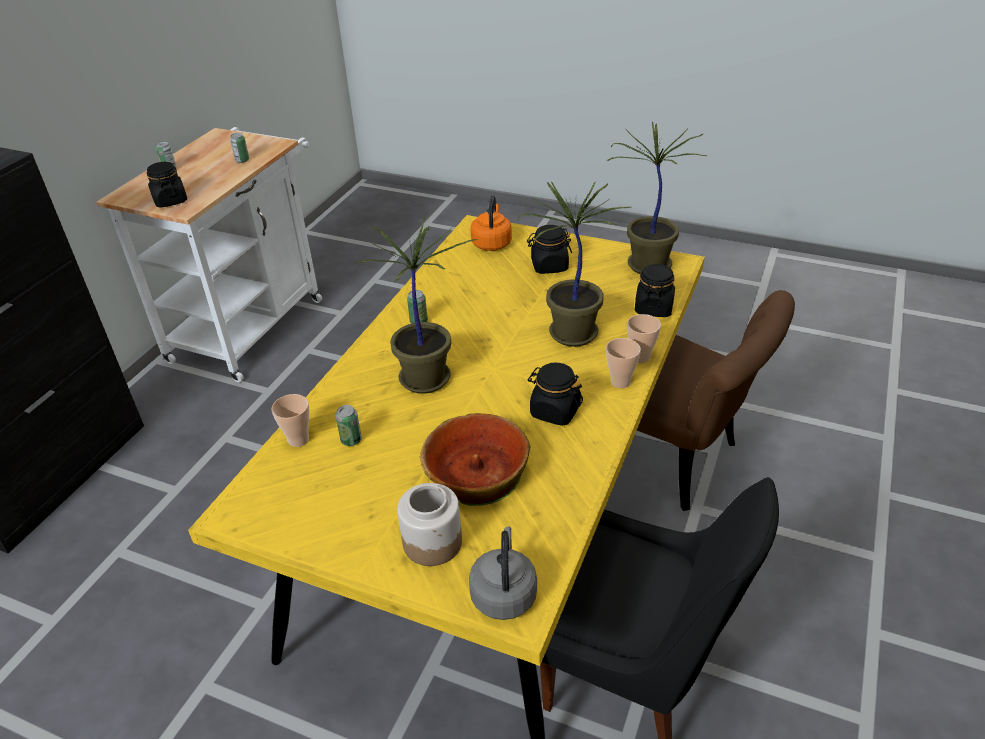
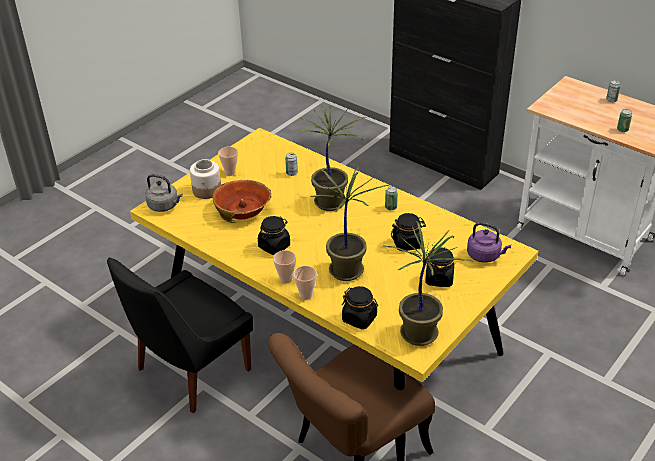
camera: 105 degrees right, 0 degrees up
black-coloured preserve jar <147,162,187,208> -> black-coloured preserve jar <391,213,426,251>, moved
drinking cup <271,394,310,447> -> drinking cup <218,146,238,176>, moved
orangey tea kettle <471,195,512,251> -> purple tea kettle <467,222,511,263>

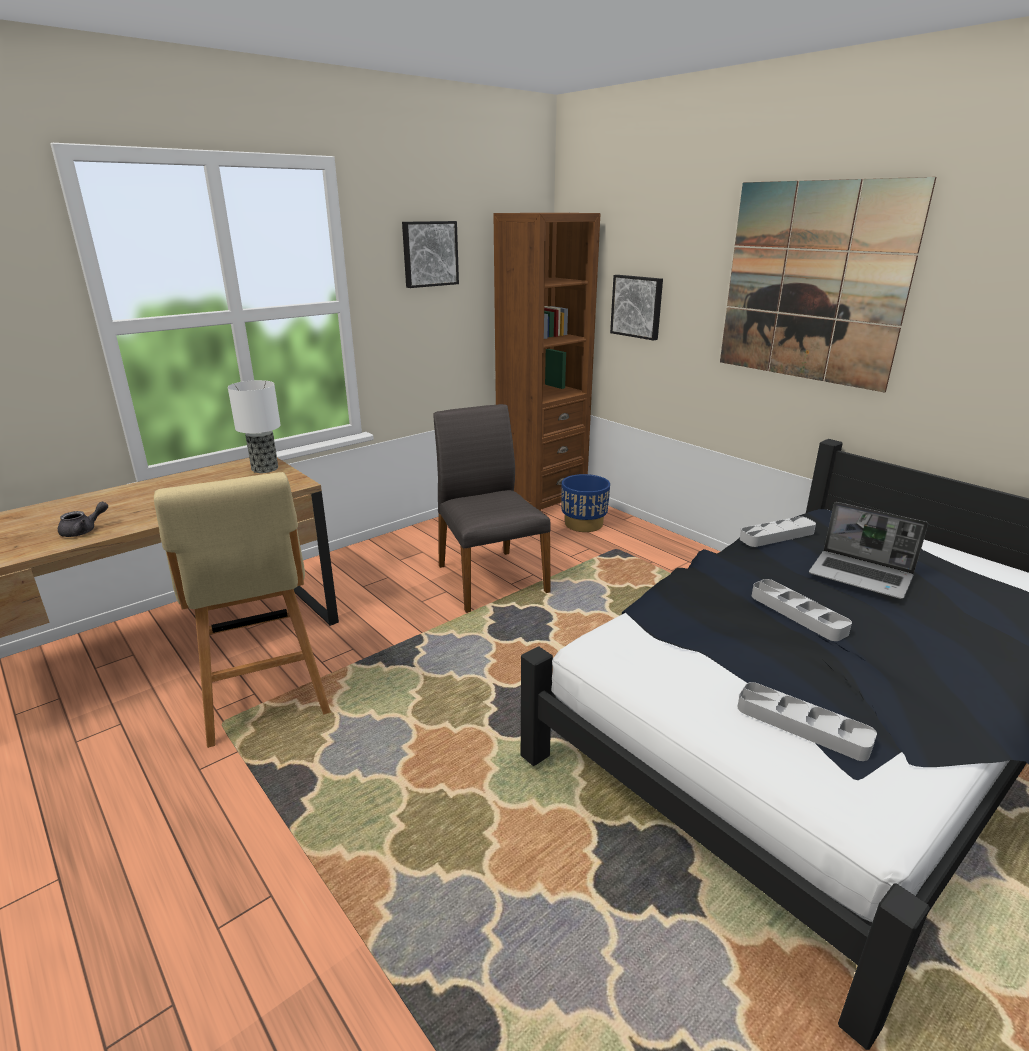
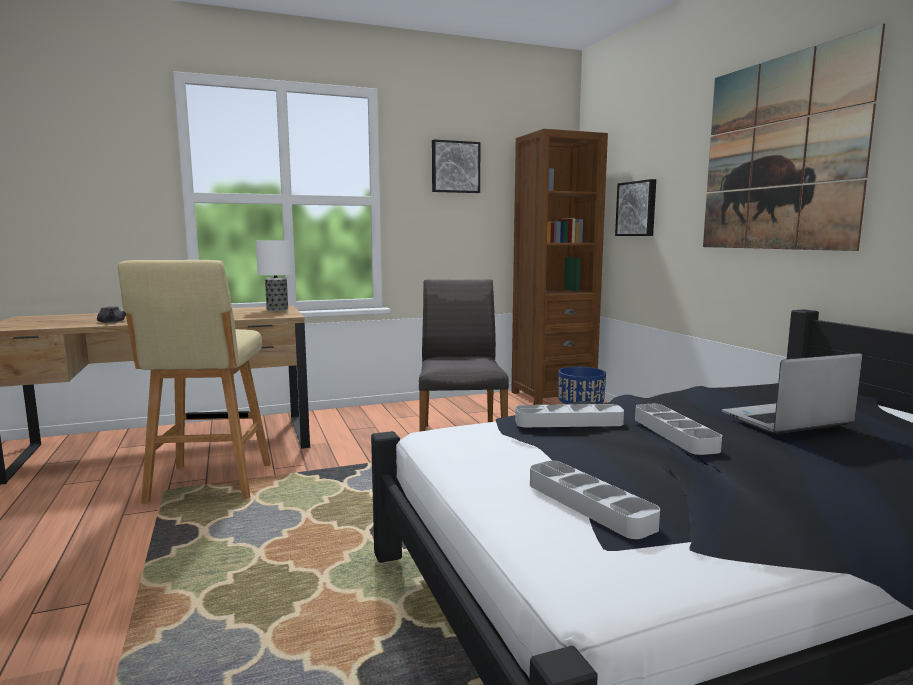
camera: 20 degrees right, 15 degrees down
greyish tray <740,516,816,547> -> greyish tray <515,404,624,427>, moved
laptop <809,502,928,599> -> laptop <722,353,862,434>, 105 degrees clockwise

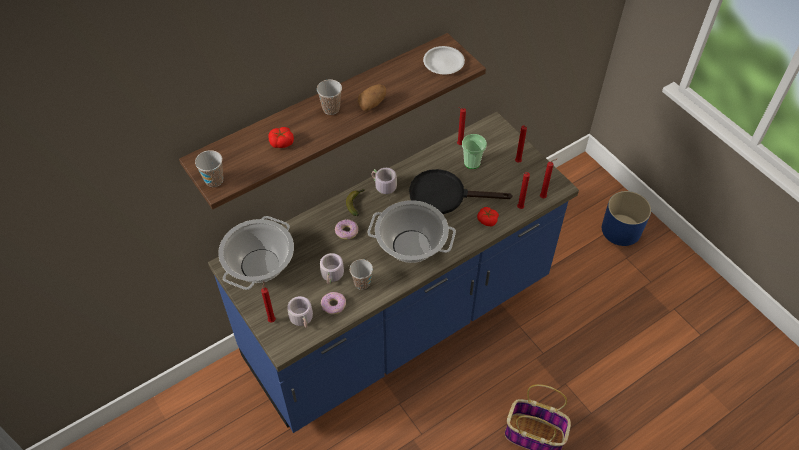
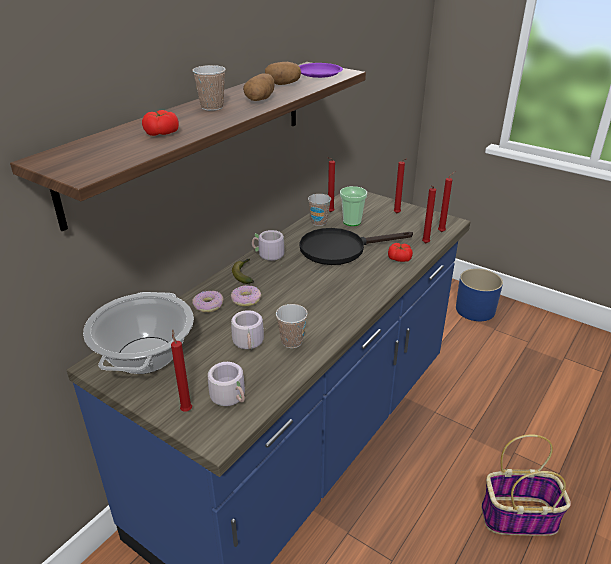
camera: 20 degrees left, 20 degrees down
drinking cup <195,150,223,187> -> drinking cup <308,194,331,226>, moved
ring doughnut <321,292,346,314> -> ring doughnut <192,291,224,312>, moved
stockpot <368,200,456,263> -> none
whitish dinner plate <423,46,465,74> -> purple dinner plate <299,63,343,78>
none -> whole potato <265,62,301,85>

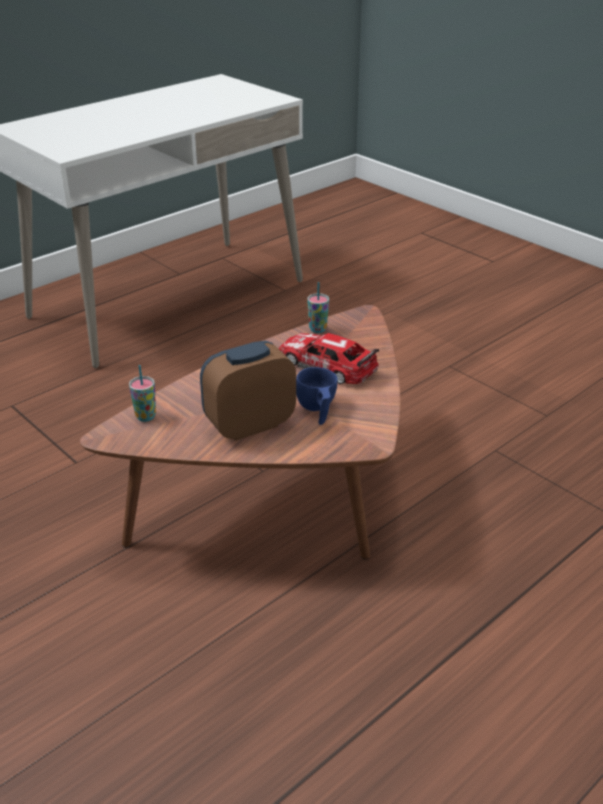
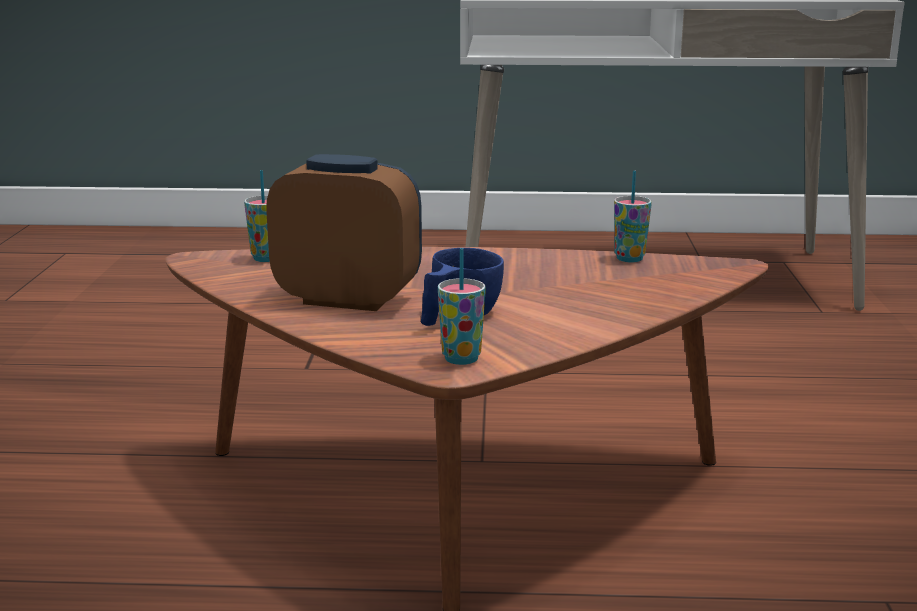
camera: 45 degrees right, 15 degrees down
model car <279,333,379,384> -> none
none -> drinking cup <438,248,486,365>

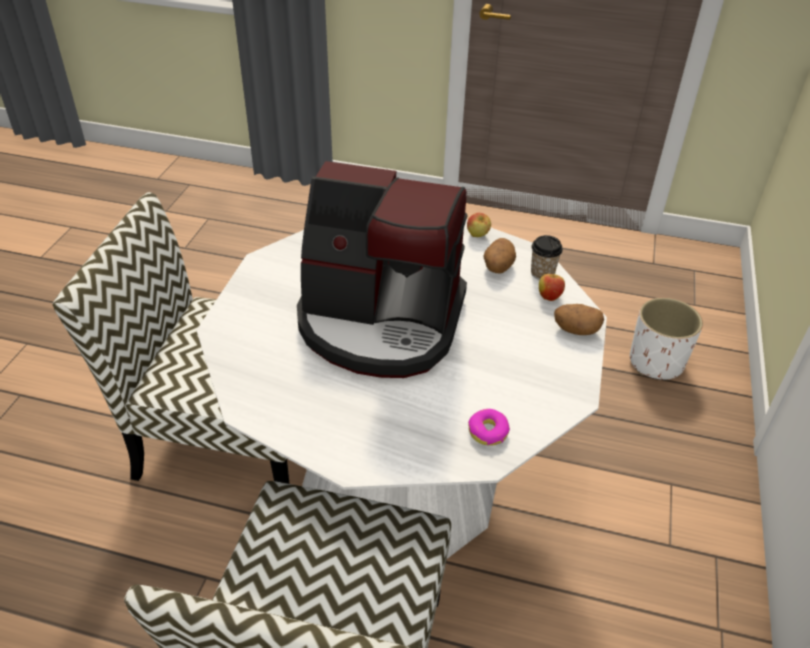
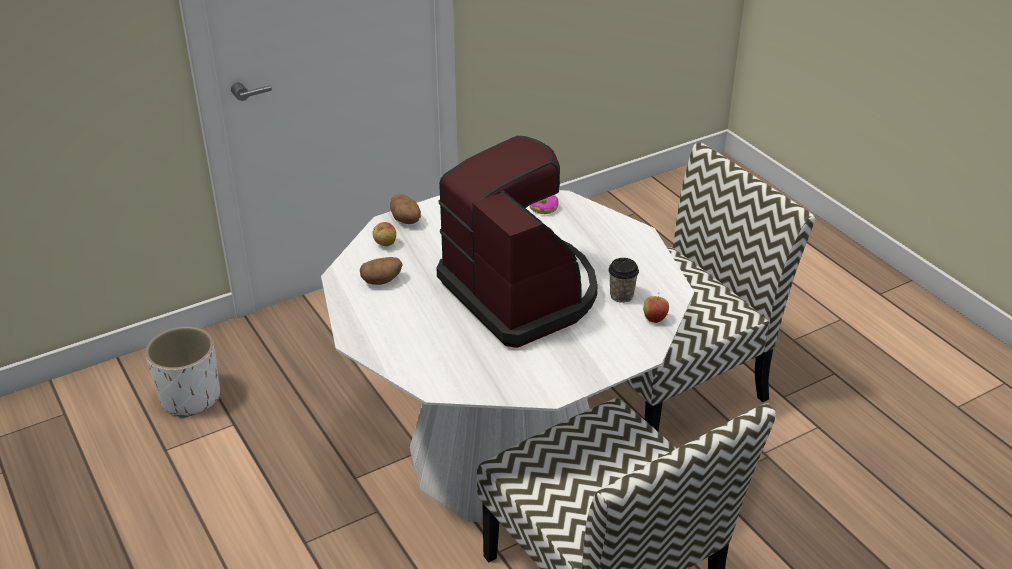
camera: 135 degrees left, 5 degrees down
apple fruit <467,213,491,237> -> apple fruit <643,293,669,323>, moved
drinking cup <531,235,563,280> -> drinking cup <608,258,639,303>, moved

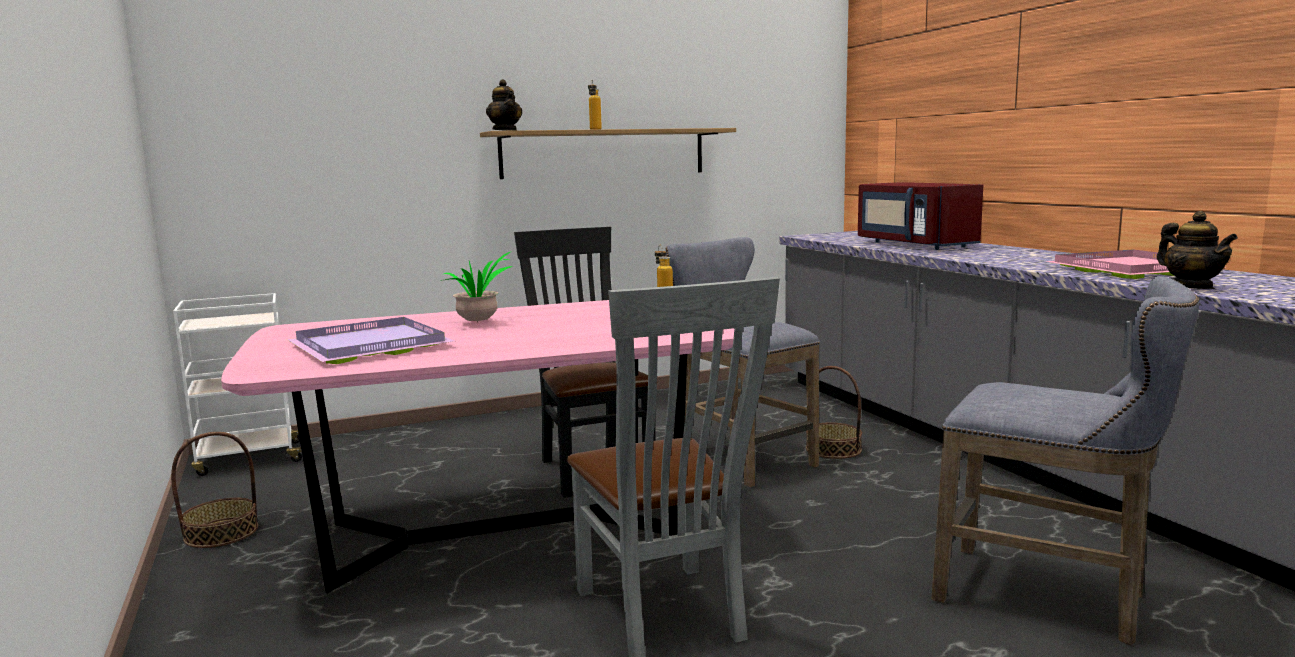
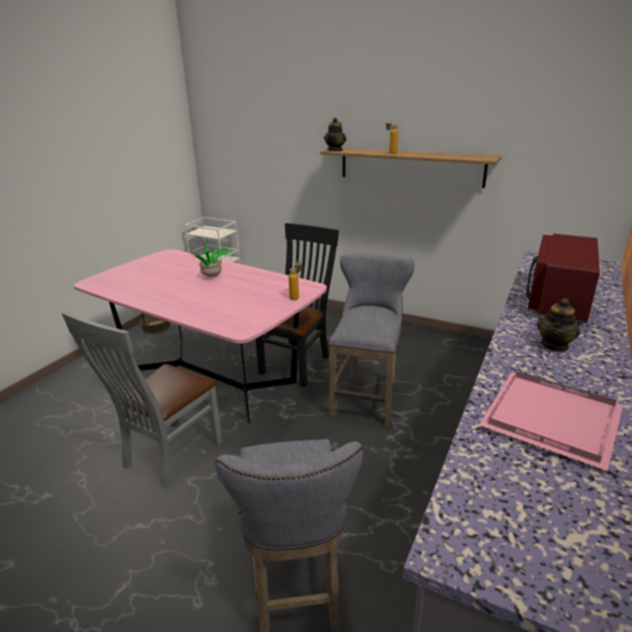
camera: 50 degrees right, 15 degrees up
purple tray <287,317,454,364> -> none
basket <806,366,862,459> -> none
pot for tea <1157,211,1238,289> -> pot for tea <537,298,580,352>, moved

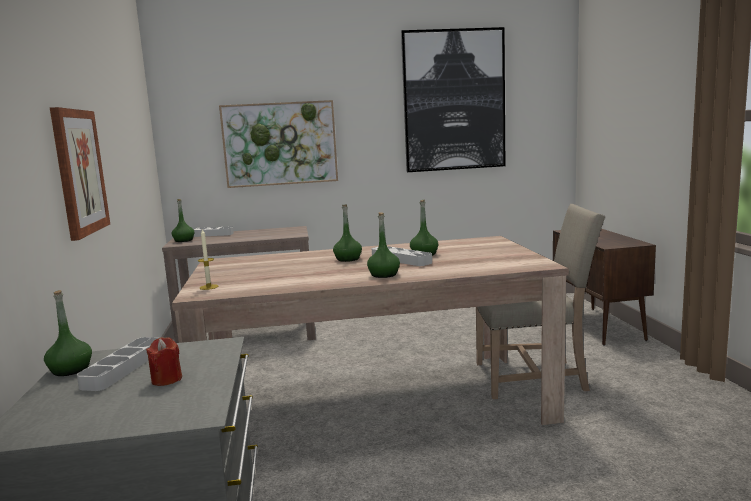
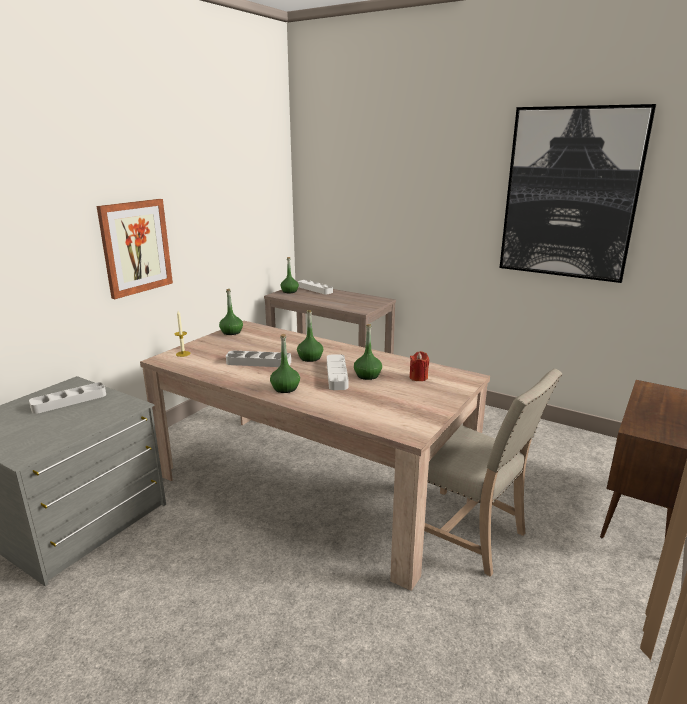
camera: 40 degrees right, 10 degrees up
green-coloured drink bottle <44,290,92,376> -> green-coloured drink bottle <219,289,243,335>, moved
red candle <146,337,182,386> -> red candle <410,351,429,381>, moved
wall picture <219,100,338,188> -> none
none -> greyish tray <226,351,291,367>

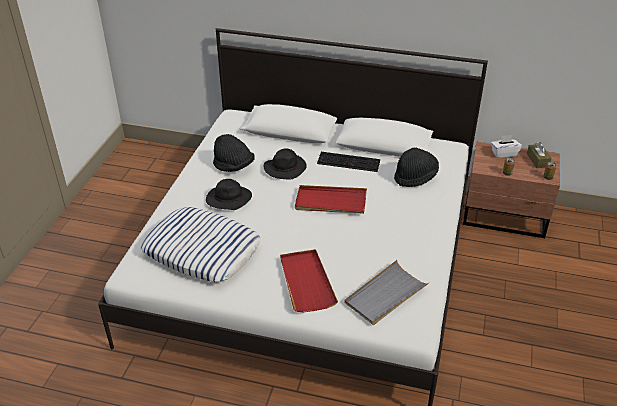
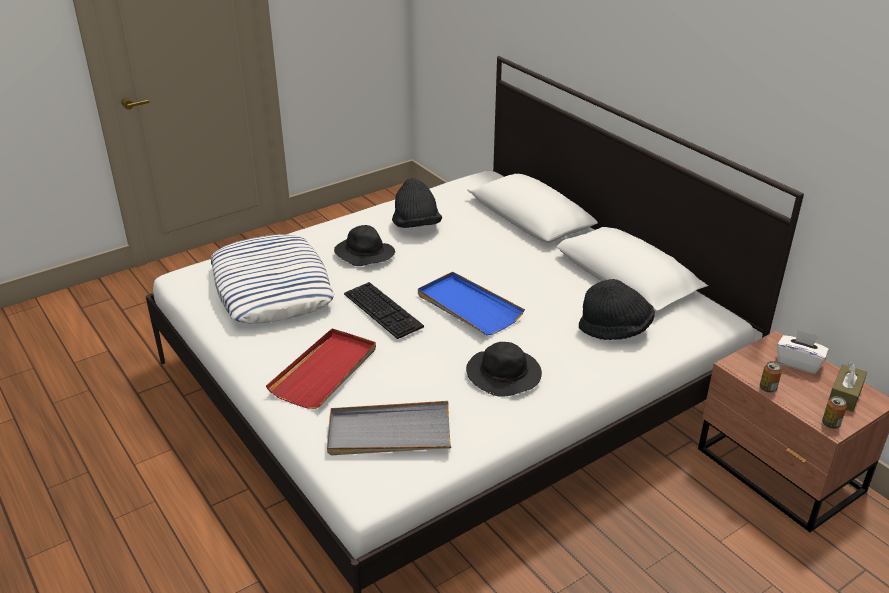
camera: 40 degrees right, 5 degrees down
black-coloured hat <264,149,307,180> -> black-coloured hat <466,342,542,397>, moved
red tray <295,185,367,214> -> blue-coloured tray <418,272,525,335>
PC keyboard <317,152,380,172> -> PC keyboard <344,282,424,339>, moved

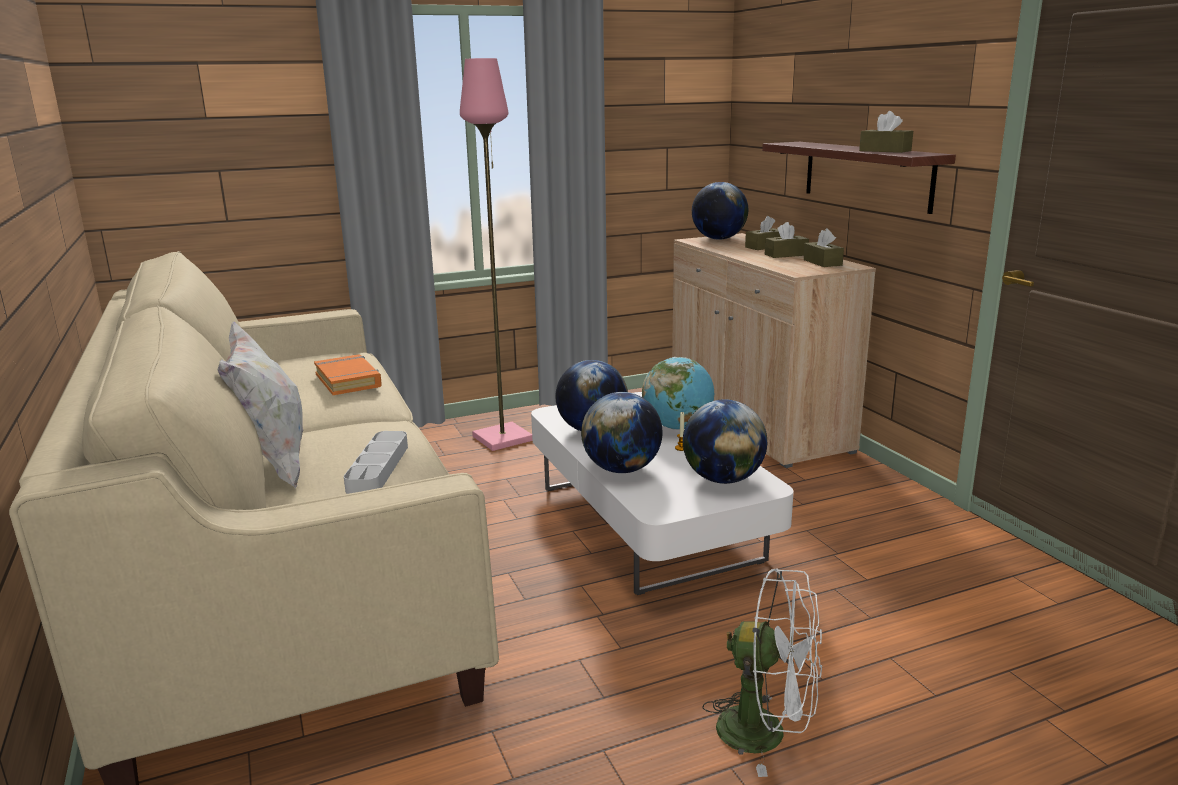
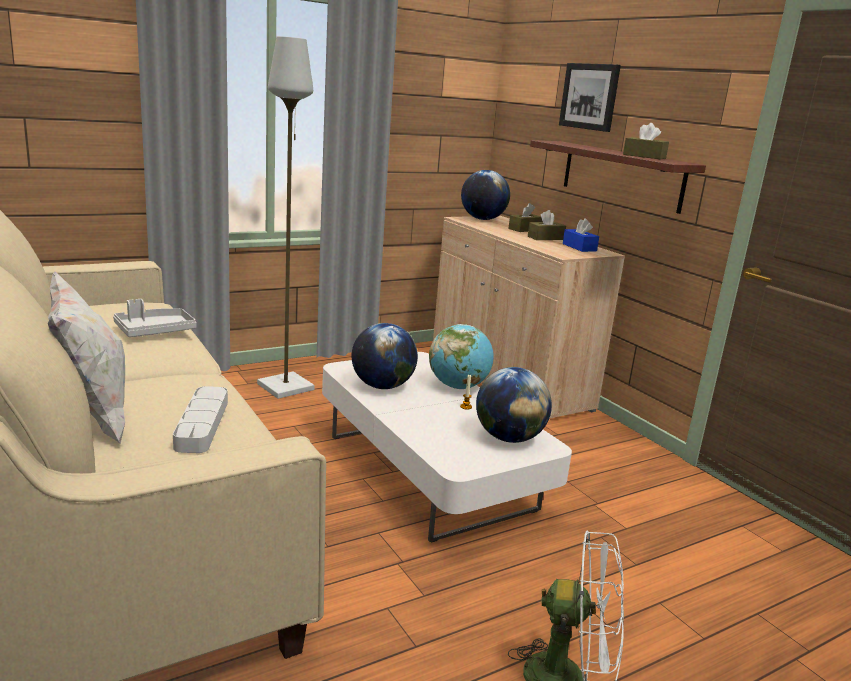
camera: 10 degrees left, 0 degrees up
orangey book <314,354,382,395> -> greyish tray <113,299,197,337>
pinkish standard lamp <460,58,532,451> -> greyish standard lamp <257,36,314,399>
desk globe <581,392,663,473> -> none
brown-coloured tissue box <804,228,844,267> -> blue-coloured tissue box <563,218,599,252>
none -> wall picture <559,63,621,132>

